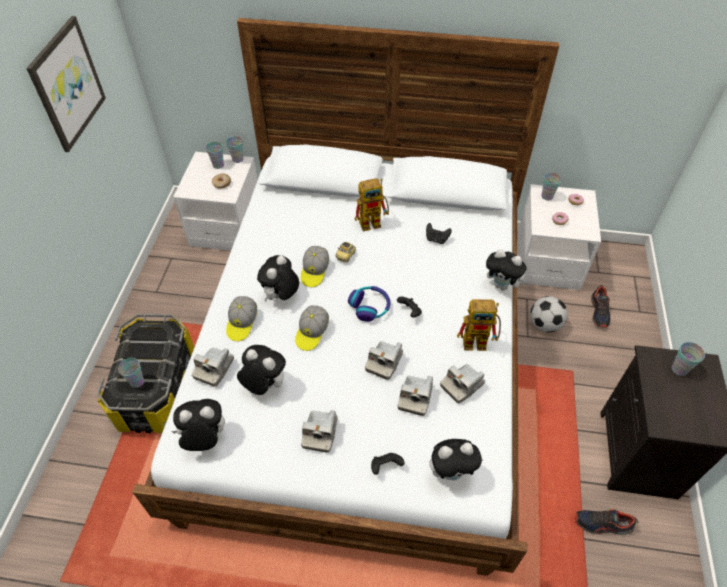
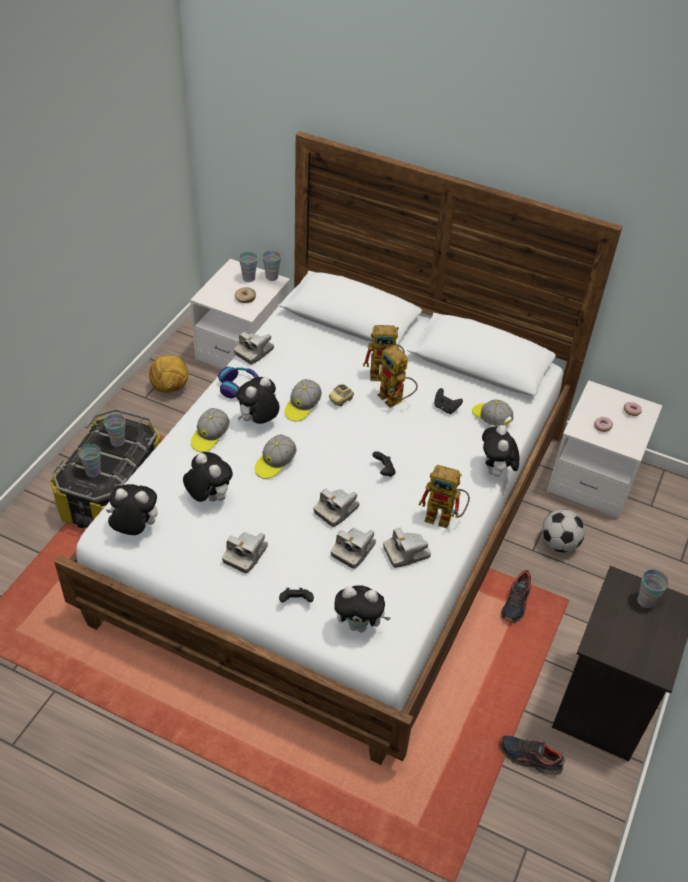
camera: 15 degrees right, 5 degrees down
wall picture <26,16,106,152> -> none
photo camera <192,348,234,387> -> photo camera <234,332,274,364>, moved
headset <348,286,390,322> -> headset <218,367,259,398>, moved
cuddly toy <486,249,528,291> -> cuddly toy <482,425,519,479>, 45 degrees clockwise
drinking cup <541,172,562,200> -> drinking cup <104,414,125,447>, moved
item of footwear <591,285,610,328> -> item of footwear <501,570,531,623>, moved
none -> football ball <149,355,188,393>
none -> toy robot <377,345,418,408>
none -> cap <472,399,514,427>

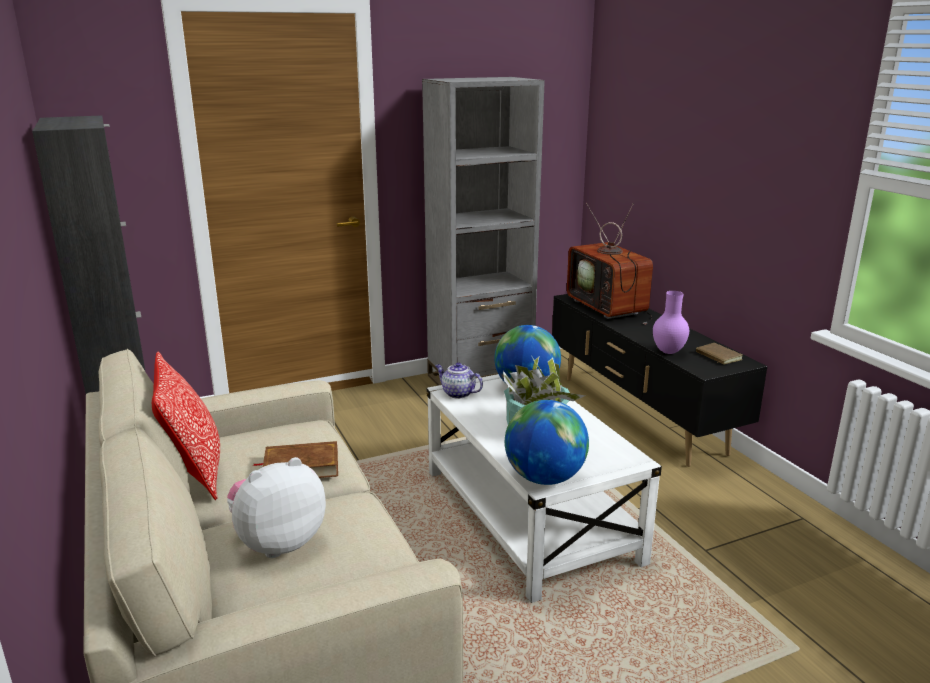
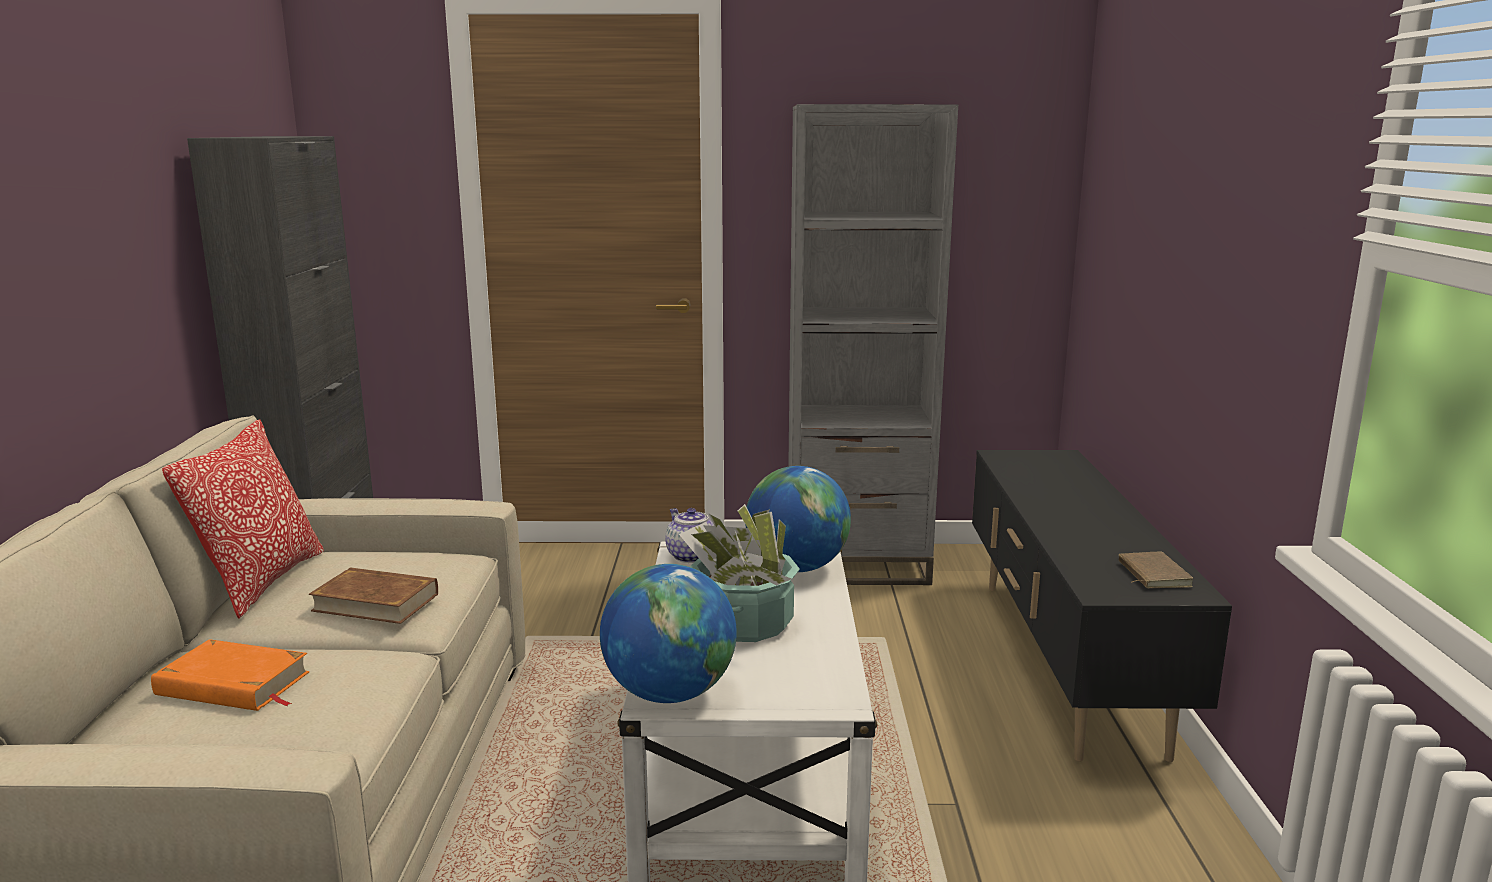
camera: 25 degrees right, 5 degrees down
cuddly toy <227,457,326,558> -> orangey book <151,639,309,711>
television <567,203,653,325> -> none
purple vase <653,291,689,354> -> none

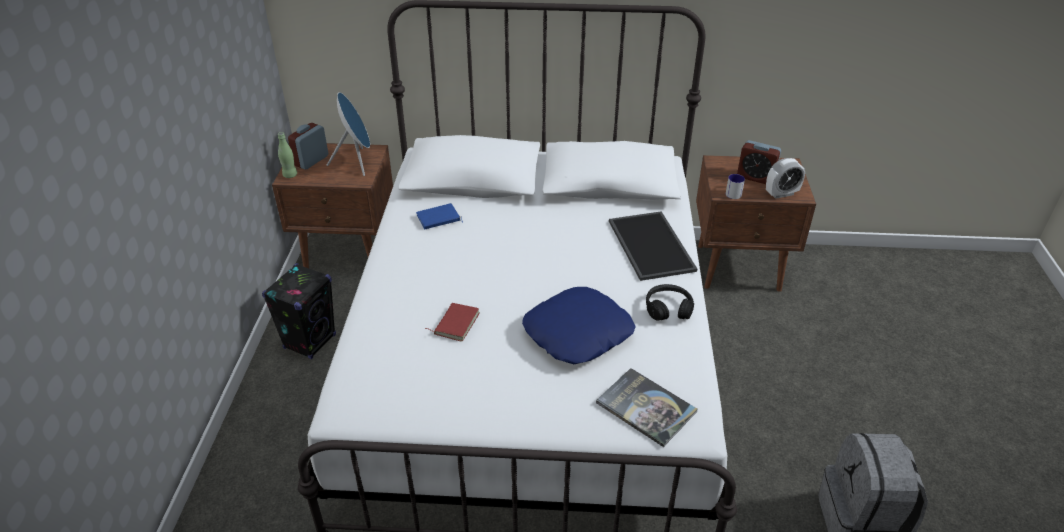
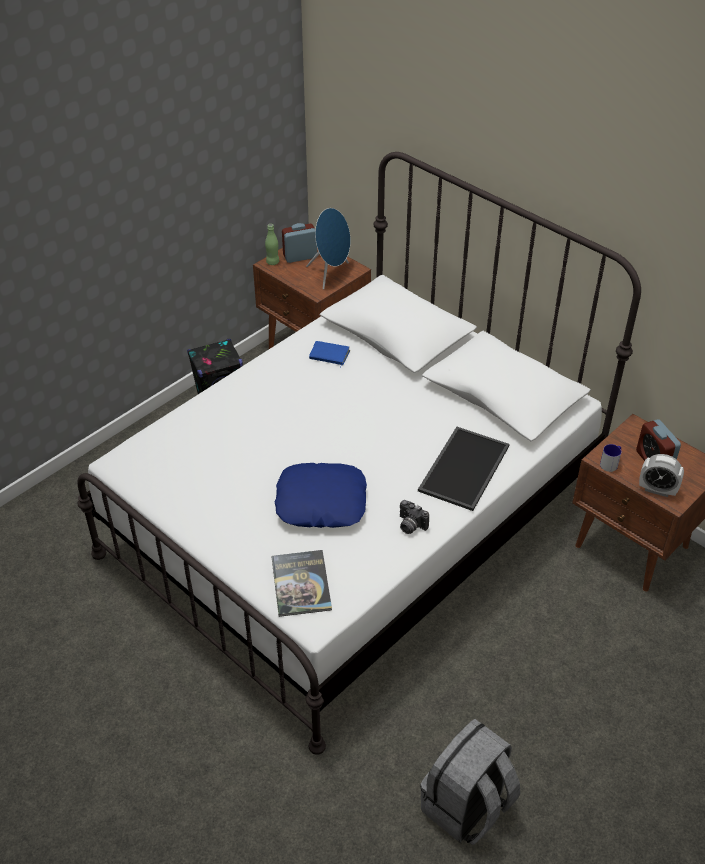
camera: 40 degrees right, 5 degrees up
red book <425,303,480,342> -> none
black-coloured headset <646,284,694,320> -> photo camera <400,500,429,534>

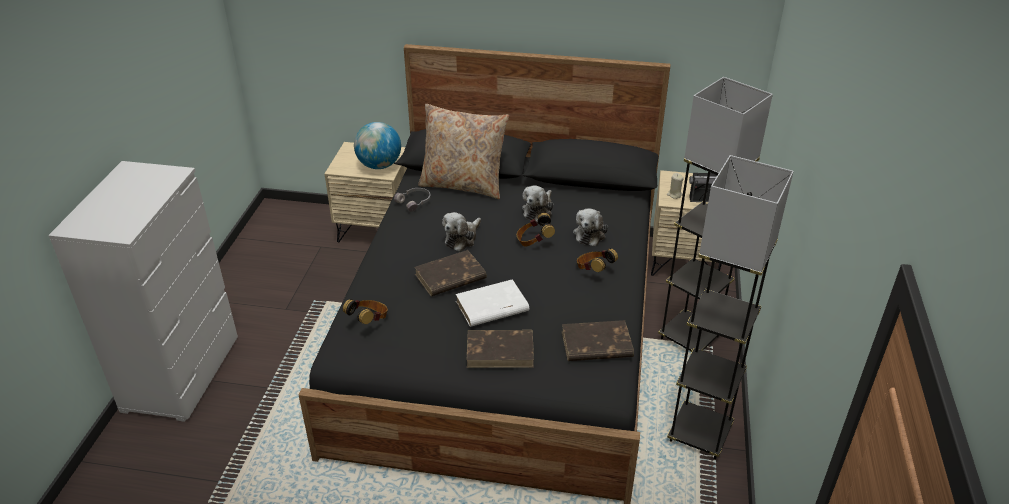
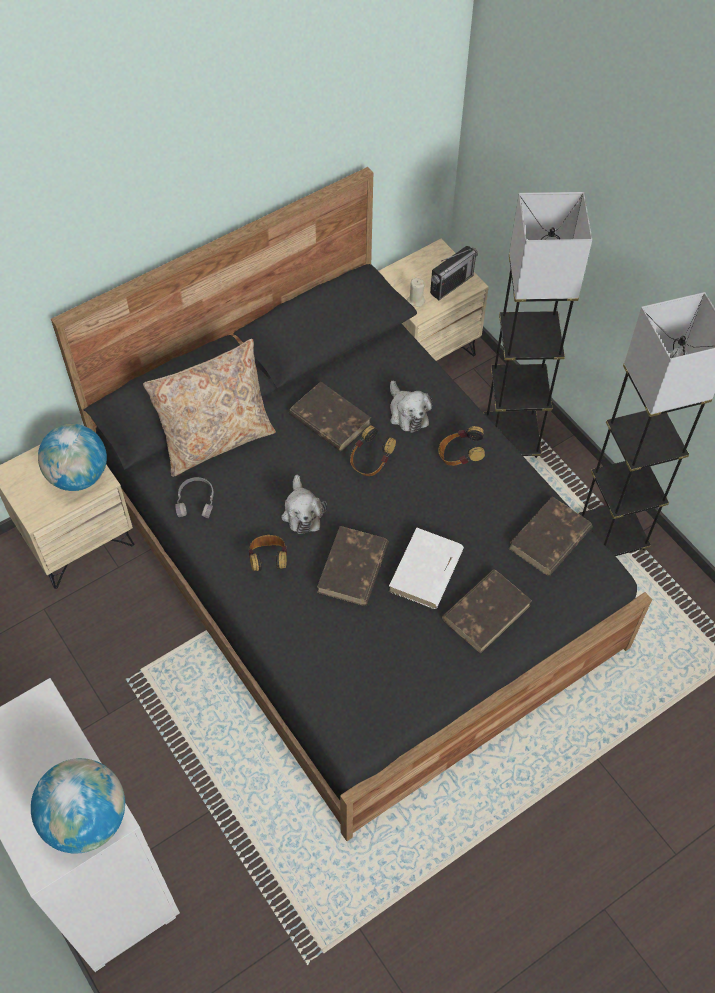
camera: 45 degrees left, 20 degrees up
headset <343,299,388,324> -> headset <249,535,287,571>, moved
cuddly toy <522,185,554,222> -> brown-coloured book <289,381,371,451>
none -> desk globe <31,758,125,853>

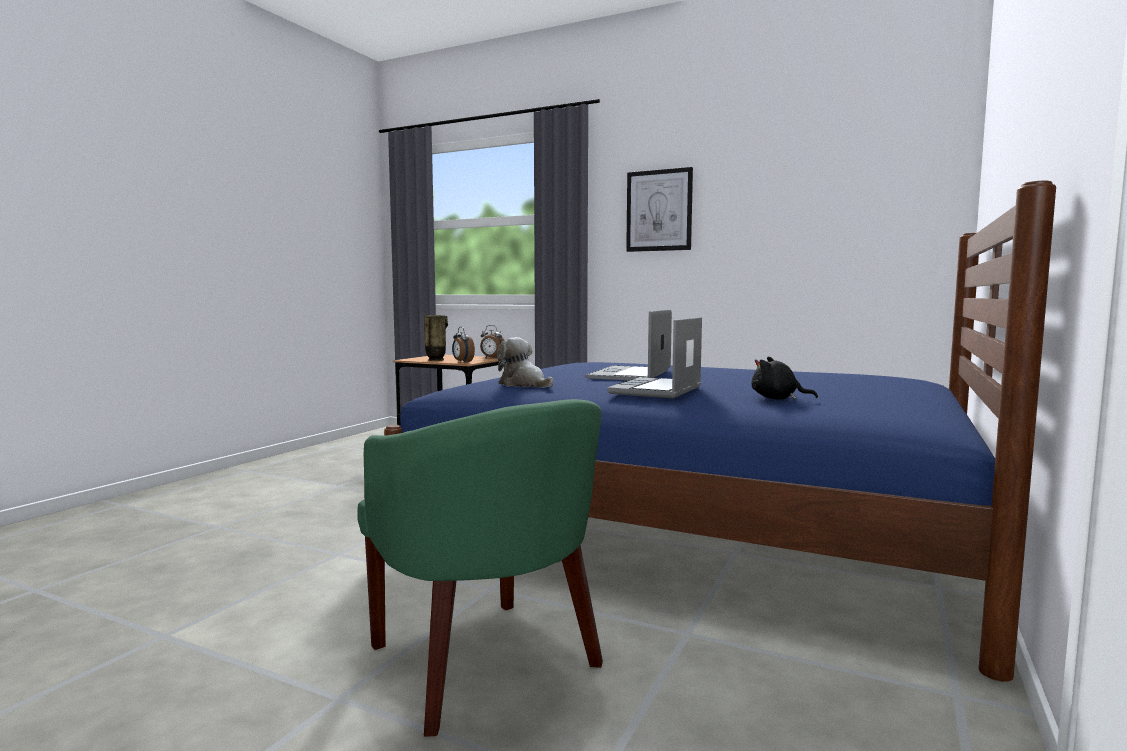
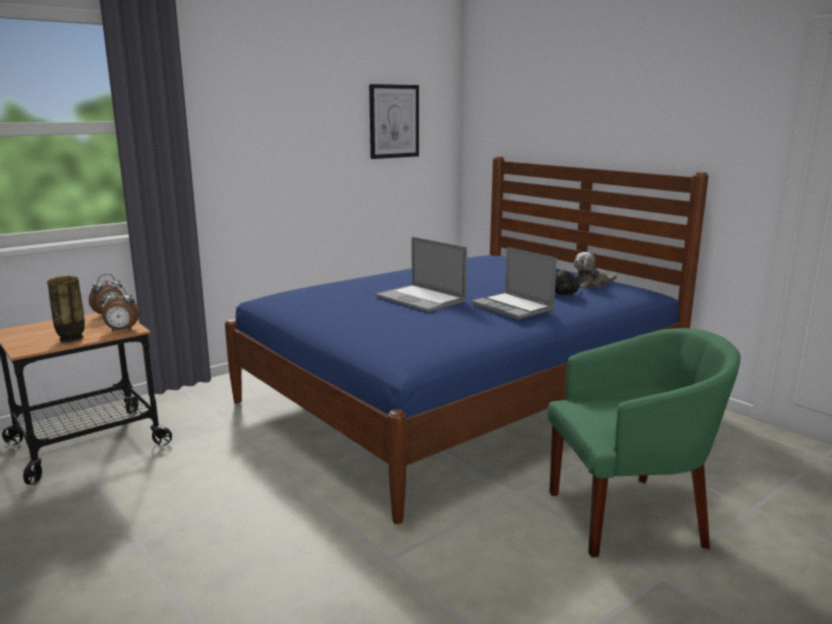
camera: 65 degrees left, 10 degrees up
cuddly toy <497,337,554,388> -> cuddly toy <573,252,617,288>, moved
wall picture <626,167,693,252> -> wall picture <369,84,419,159>, moved

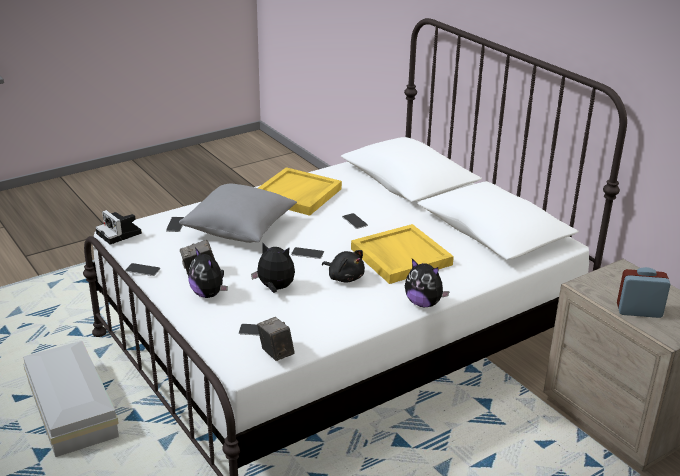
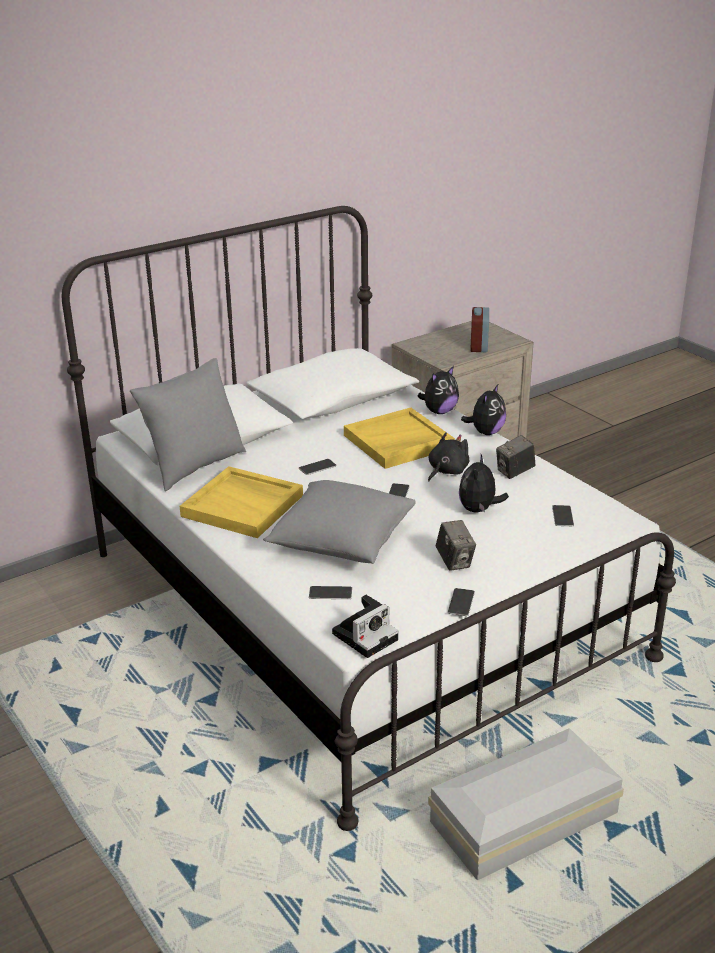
camera: 90 degrees left, 0 degrees up
cuddly toy <188,248,228,298> -> cuddly toy <417,366,459,414>, moved
photo camera <257,317,295,361> -> photo camera <496,435,535,479>, moved
none -> greyish pillow <130,358,246,491>

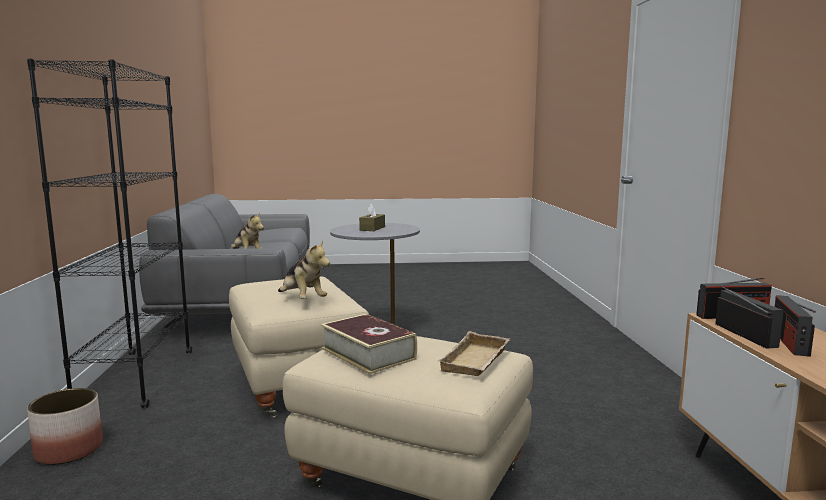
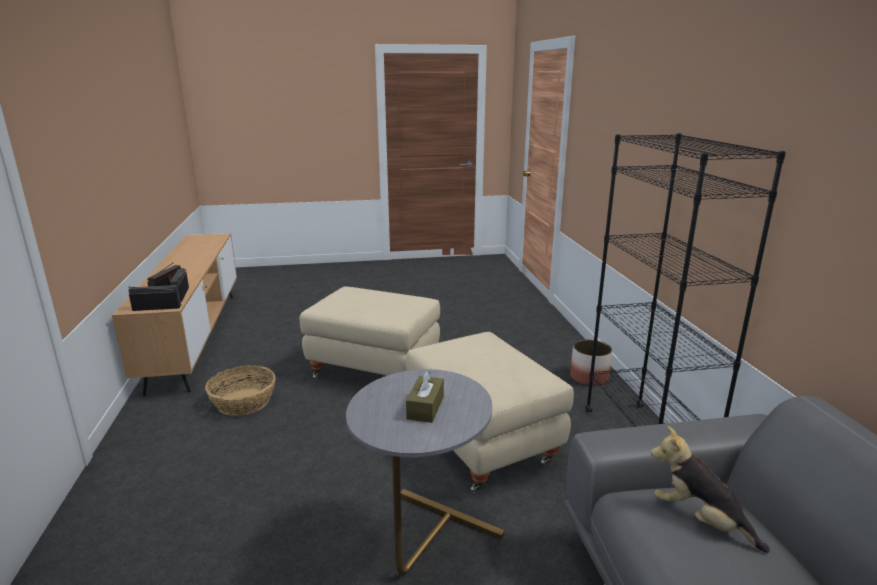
camera: 175 degrees right, 10 degrees up
cuddly toy <278,240,330,299> -> none
book <321,314,417,374> -> none
sand-coloured tray <438,331,510,376> -> none
none -> basket <205,365,276,416>

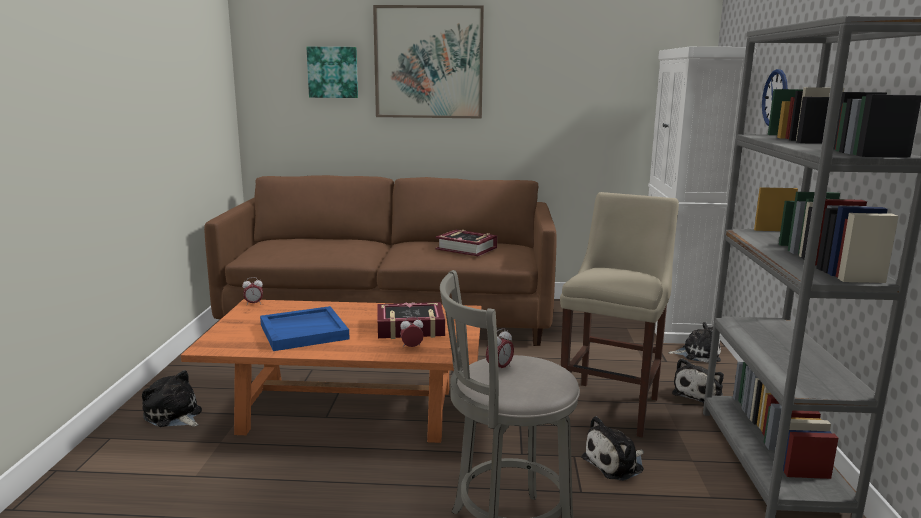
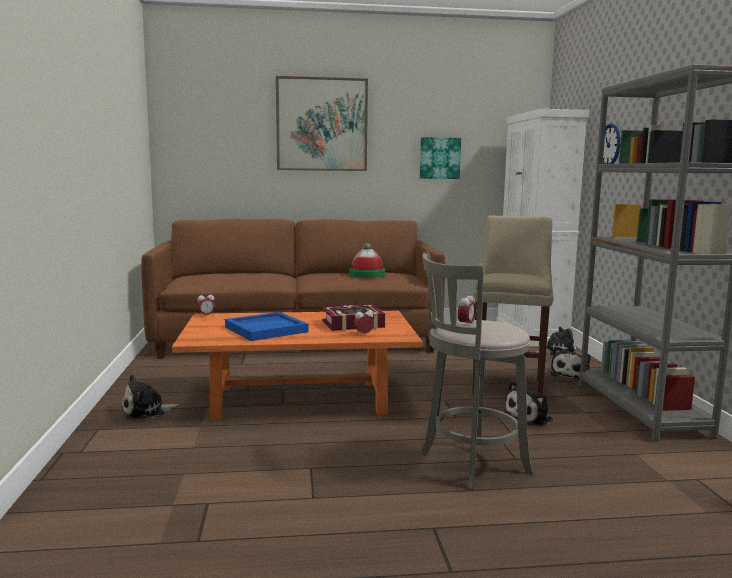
camera: 10 degrees left, 5 degrees down
cuddly toy <142,370,202,427> -> cuddly toy <122,374,179,420>, 60 degrees counterclockwise
wall picture <307,47,358,98> -> wall picture <420,137,461,179>, moved
book <436,230,498,256> -> hat <349,243,385,278>

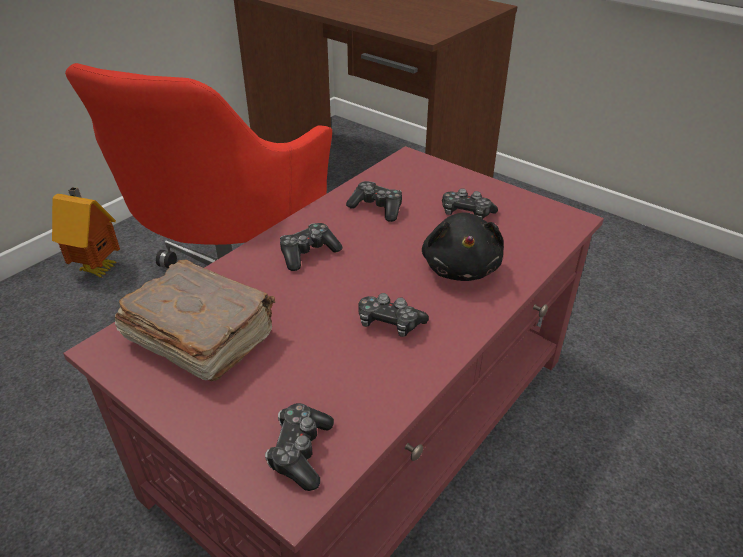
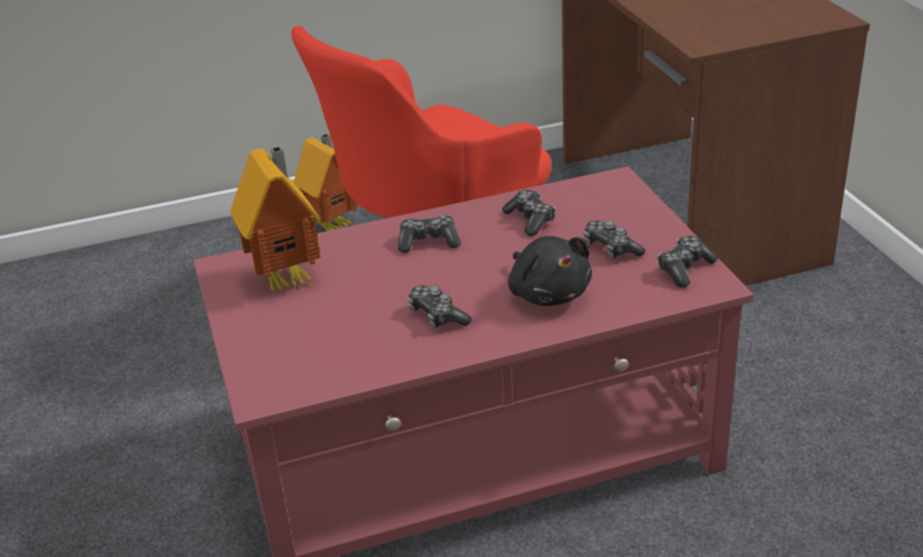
camera: 35 degrees right, 5 degrees down
brown-coloured book <115,259,275,381> -> toy house <230,146,320,293>
joypad <265,403,334,491> -> joypad <658,236,718,287>, moved
black-coloured cuddly toy <422,212,504,281> -> black-coloured cuddly toy <508,236,592,306>, 60 degrees counterclockwise

